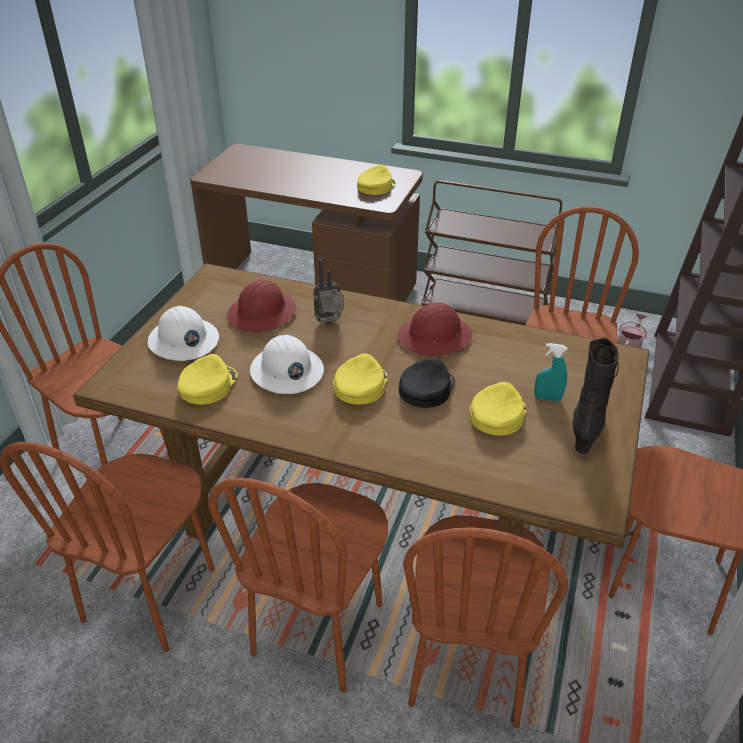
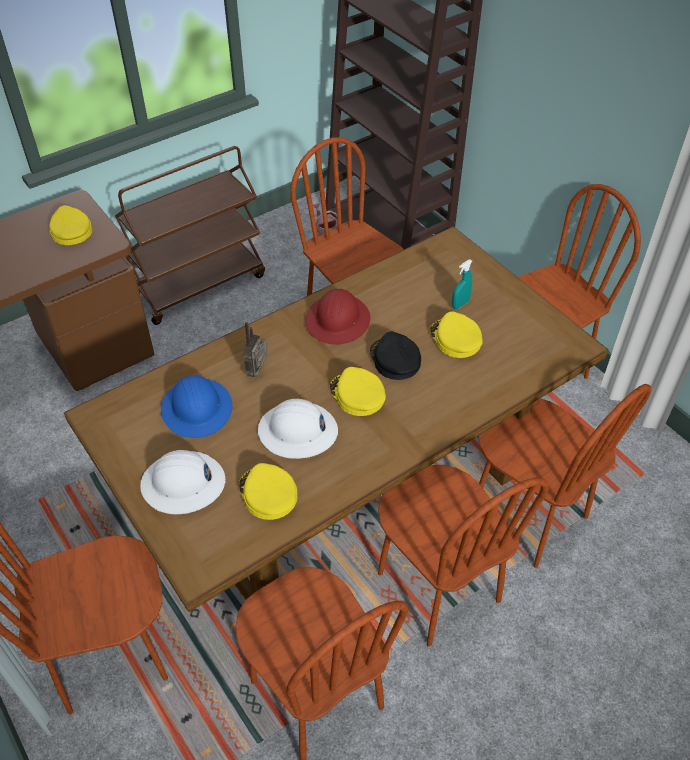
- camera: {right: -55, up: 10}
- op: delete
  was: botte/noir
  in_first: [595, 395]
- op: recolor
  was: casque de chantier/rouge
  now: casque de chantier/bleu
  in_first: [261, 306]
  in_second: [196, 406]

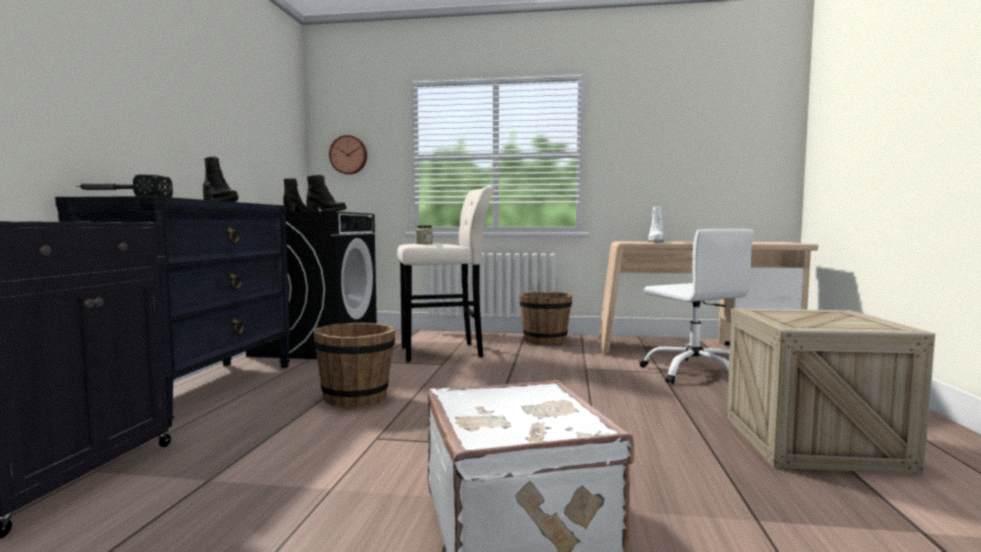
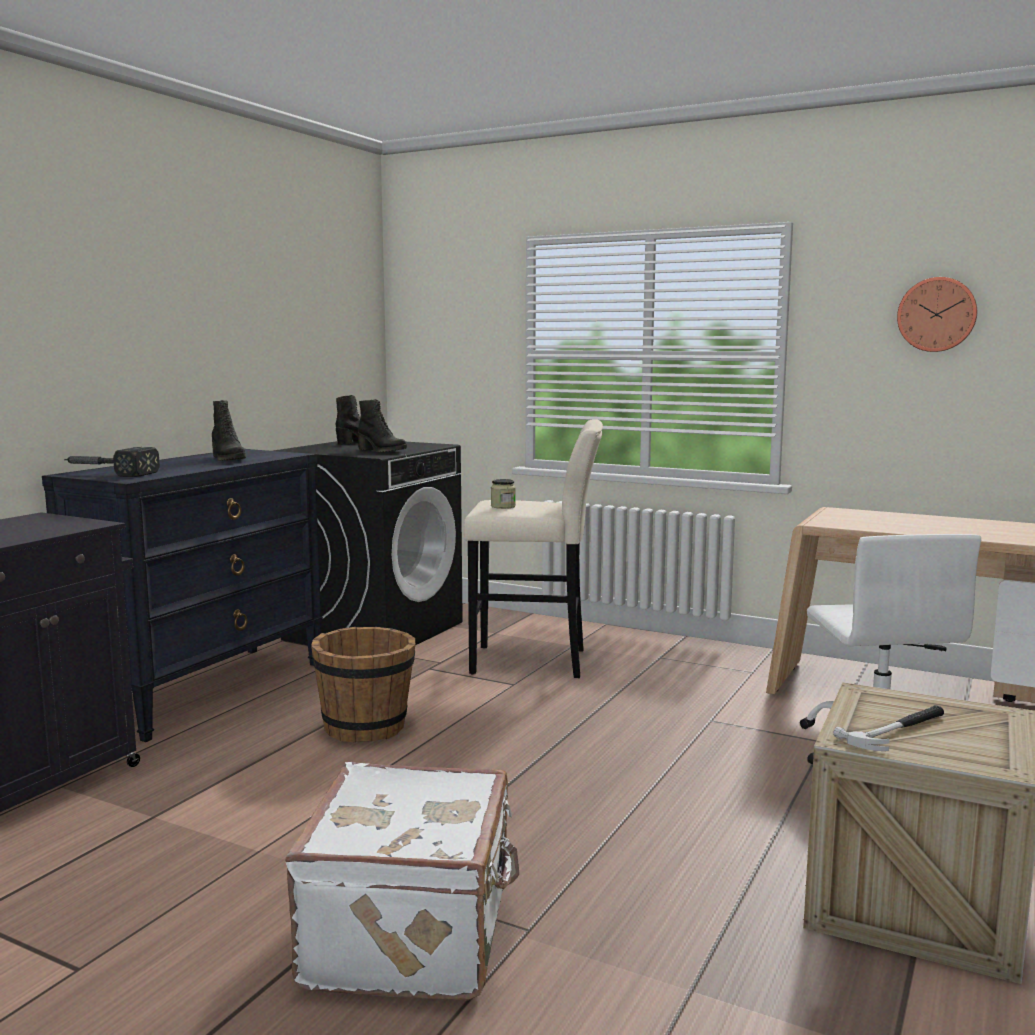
- camera: {right: 20, up: 5}
- op: delete
  was: seau/marron
  in_first: [545, 318]
- op: delete
  was: botte/blanc
  in_first: [656, 224]
- op: insert
  now: marteau
  in_second: [888, 728]
- op: move
  was: horloge murale
  in_first: [348, 155]
  in_second: [937, 314]

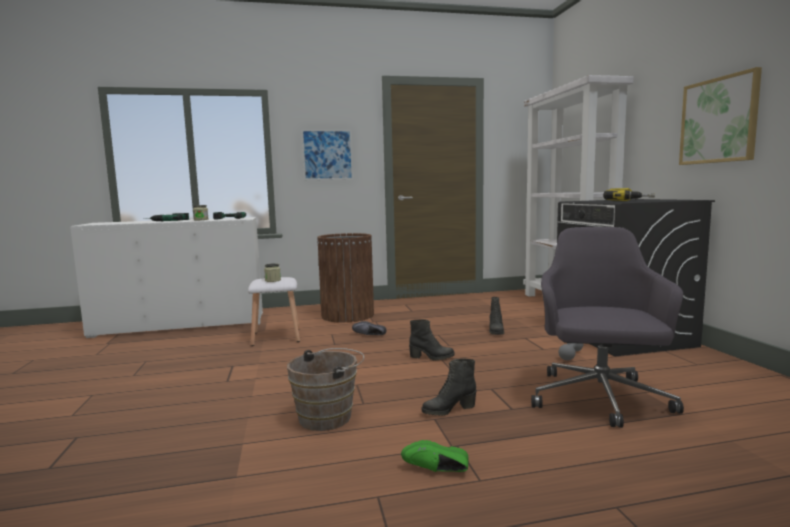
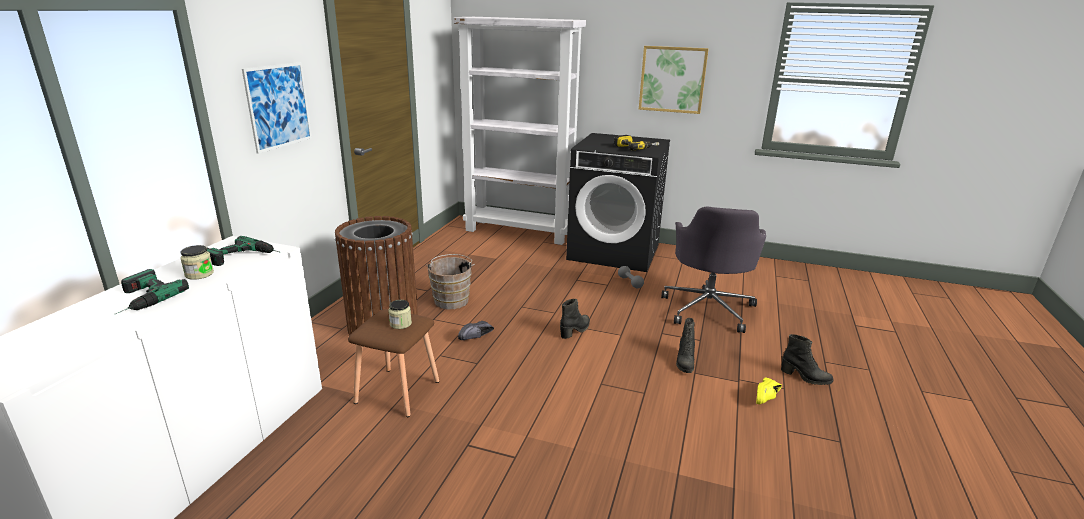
- camera: {right: -60, up: 15}
- op: move
  was: seau/marron
  in_first: [325, 389]
  in_second: [450, 281]
- op: move
  was: botte/noir
  in_first: [496, 316]
  in_second: [807, 359]
- op: recolor
  was: tabouret/blanc
  now: tabouret/marron
  in_first: [274, 311]
  in_second: [393, 363]
- op: recolor
  was: chaussure/vert
  now: chaussure/jaune
  in_first: [435, 456]
  in_second: [769, 390]
- op: rotate
  was: chaise de bureau/gris
  in_first: [607, 327]
  in_second: [713, 269]
  clockwise: -120

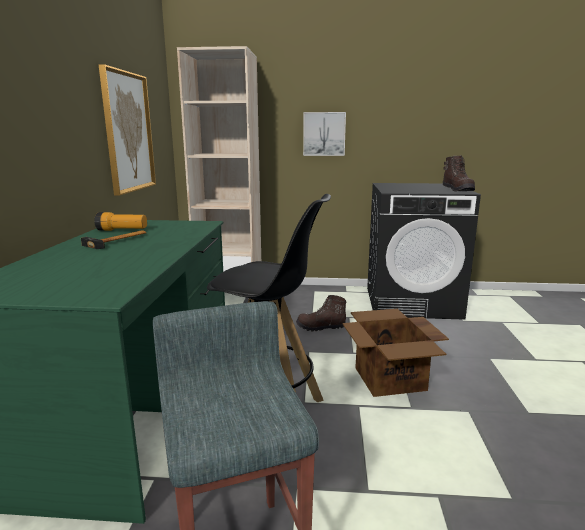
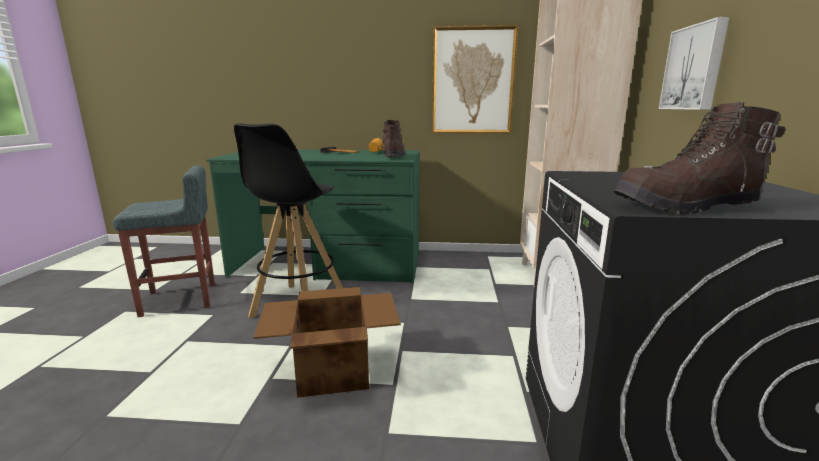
- camera: {right: 90, up: 0}
- op: move
  was: botte/marron
  in_first: [321, 313]
  in_second: [393, 138]

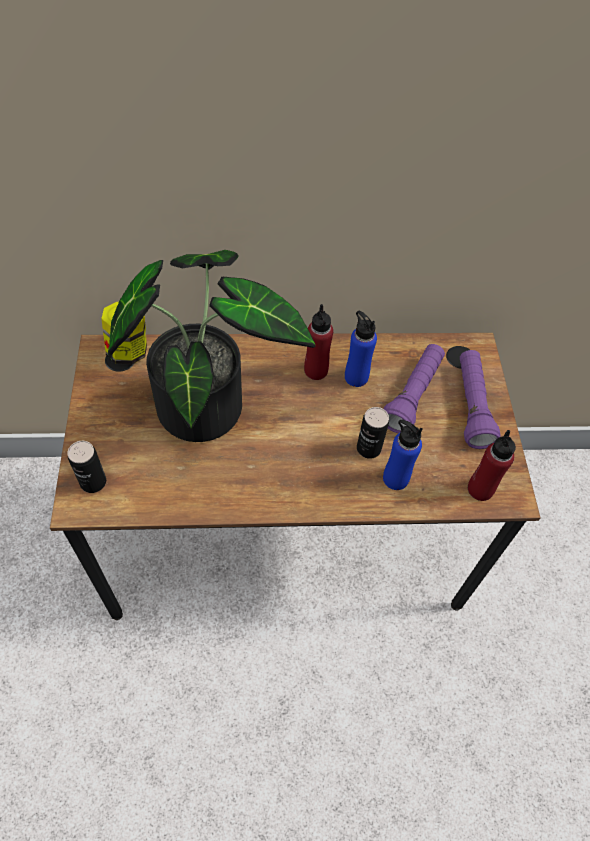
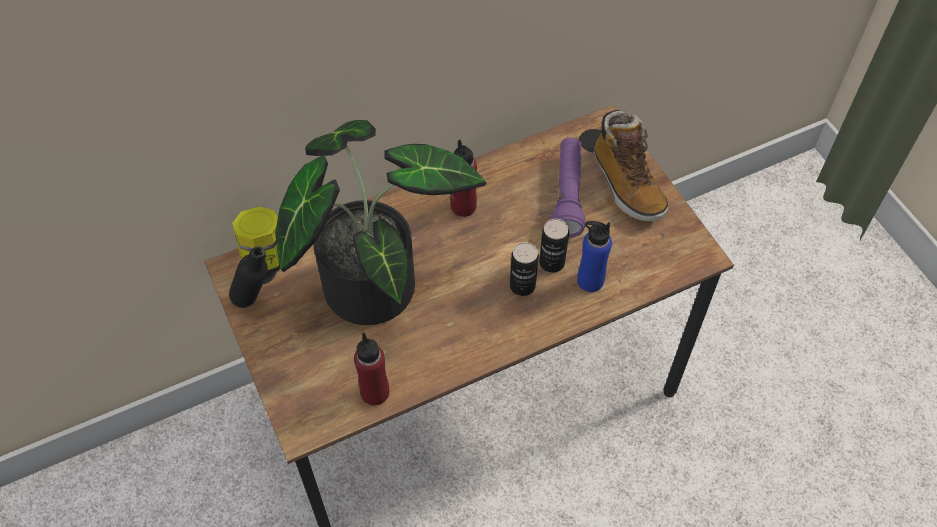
- camera: {right: -20, up: 0}
- op: delete
  was: bouteille/bleu
  in_first: [361, 349]
- op: insert
  now: bouteille/noir
  in_second: [248, 277]
- op: move
  was: boîte métallique
  in_first: [86, 467]
  in_second: [524, 269]
- op: move
  was: bouteille/rouge
  in_first: [492, 465]
  in_second: [371, 369]
- op: replace
  was: lampe de poche/violet
  now: botte
  in_first: [480, 399]
  in_second: [631, 165]

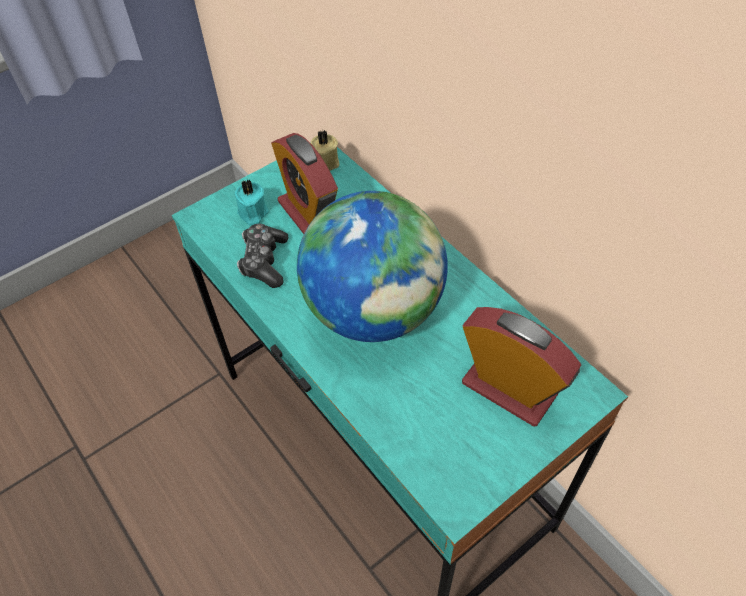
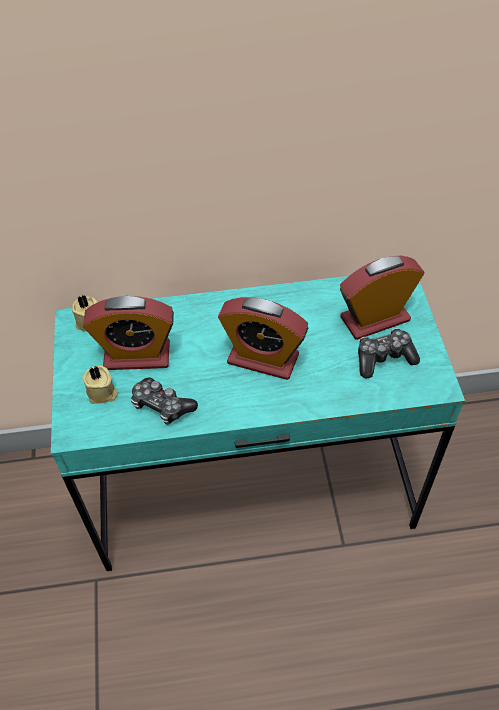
- camera: {right: -60, up: 0}
- op: insert
  now: manette
  in_second: [389, 353]
- op: replace
  was: globe
  now: réveil
  in_first: [372, 266]
  in_second: [263, 338]
- op: recolor
  was: bougie/turquoise
  now: bougie/beige
  in_first: [252, 202]
  in_second: [100, 385]

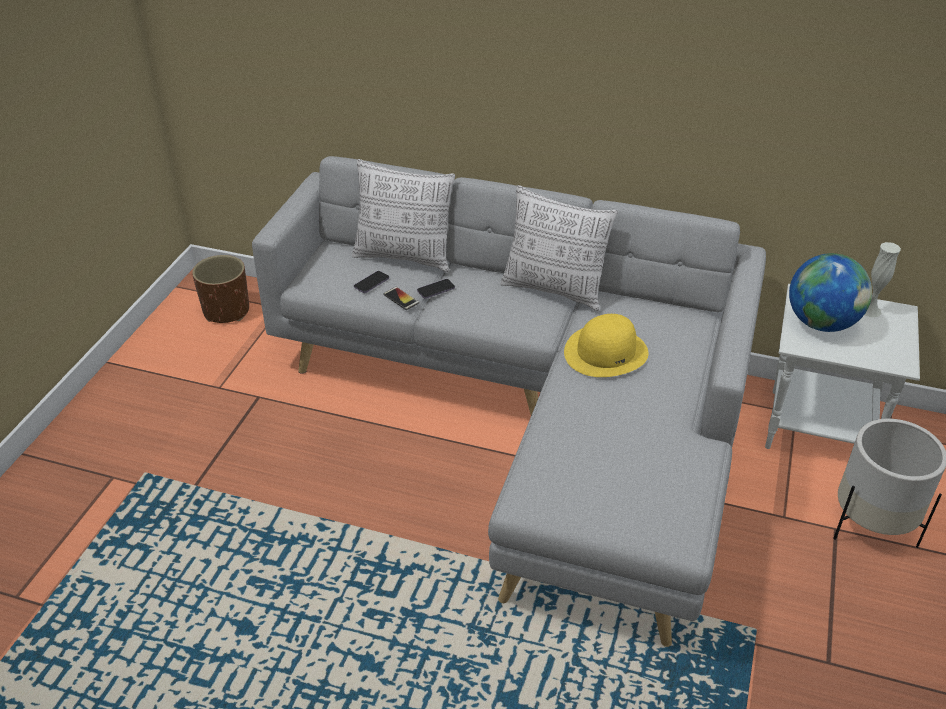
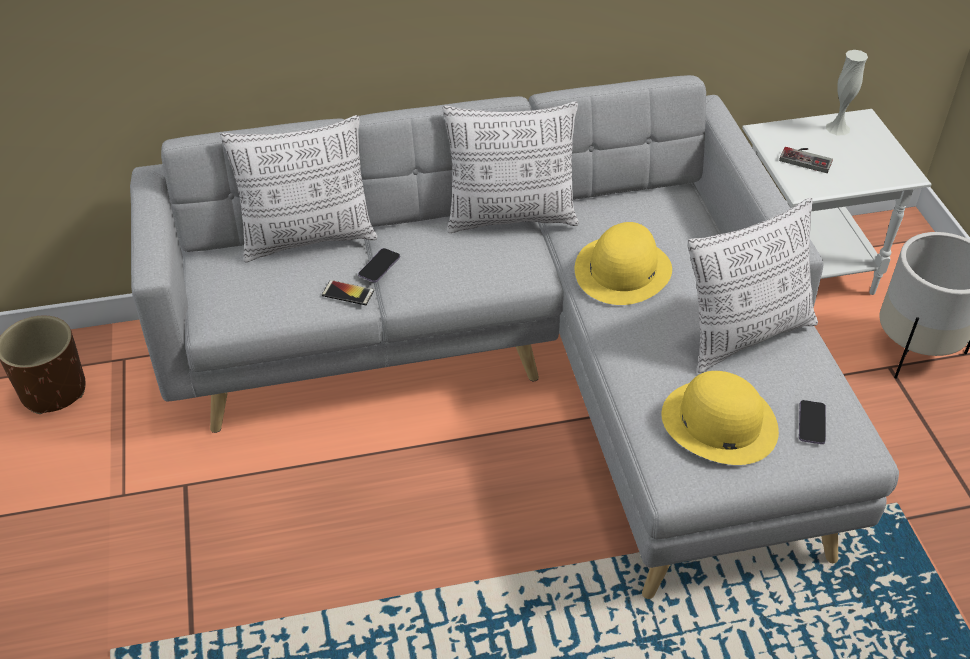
- camera: {right: -30, up: 5}
- op: insert
  now: chapeau/jaune
  in_second: [720, 418]
- op: insert
  now: coussin
  in_second: [752, 285]
- op: move
  was: téléphone
  in_first: [371, 282]
  in_second: [812, 422]
- op: replace
  was: globe
  now: manette
  in_first: [830, 292]
  in_second: [806, 160]

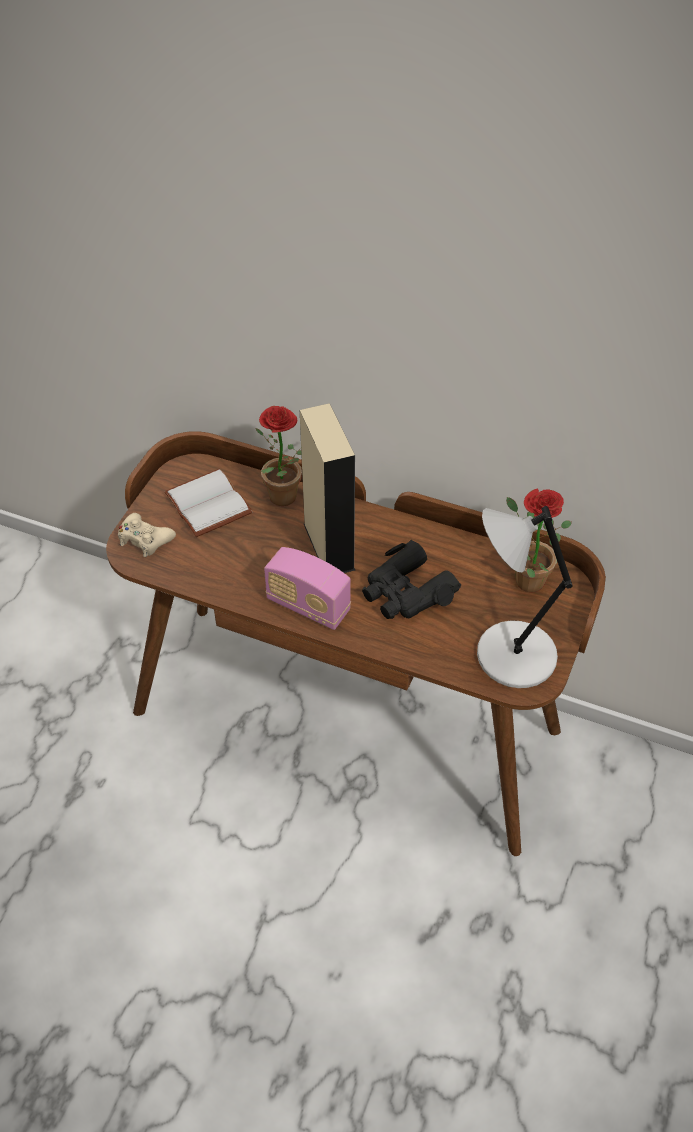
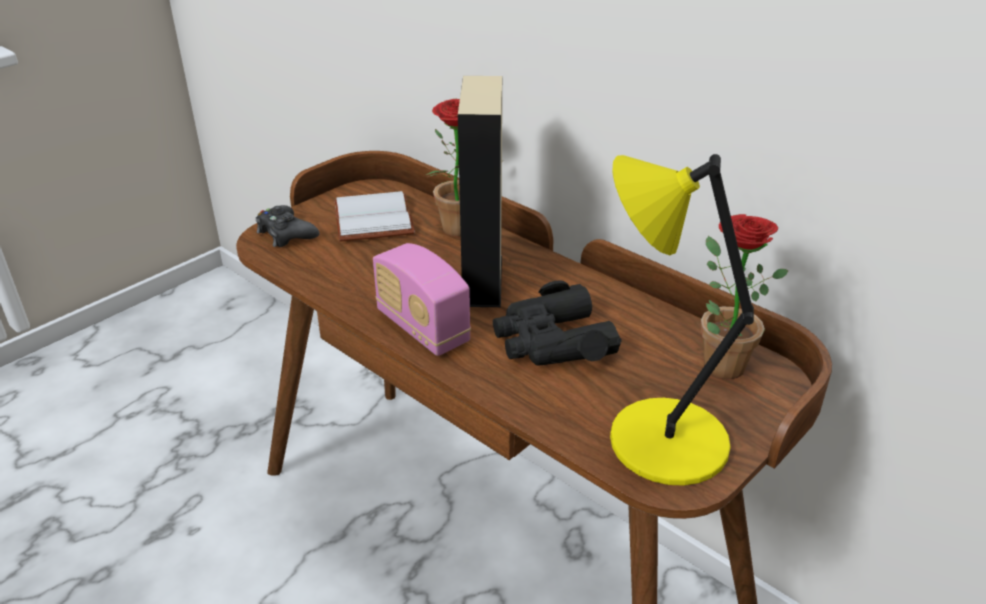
- camera: {right: 20, up: -15}
- op: recolor
  was: manette/beige
  now: manette/noir
  in_first: [147, 535]
  in_second: [287, 226]
- op: recolor
  was: lampe de table/gris
  now: lampe de table/jaune
  in_first: [525, 597]
  in_second: [682, 320]

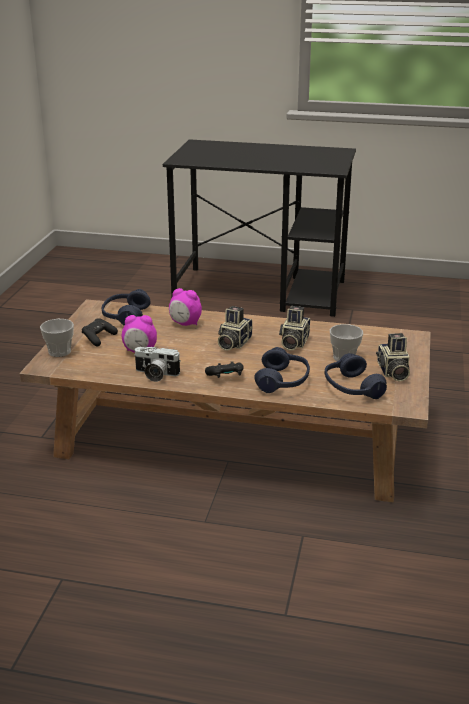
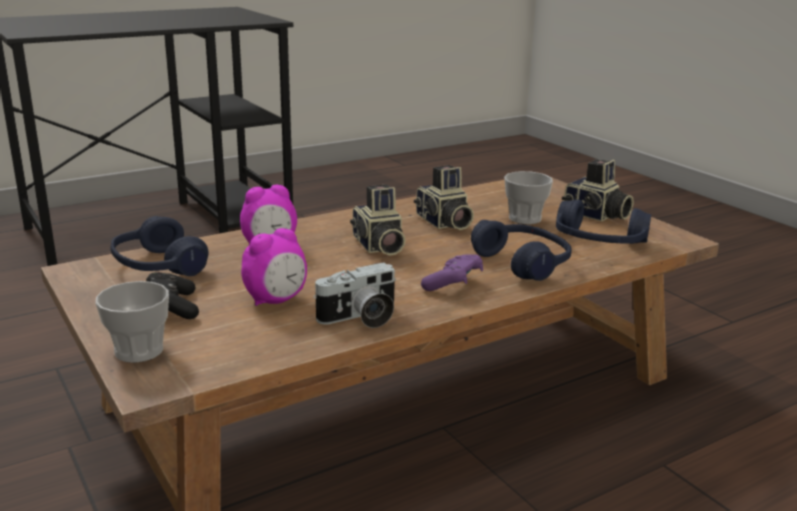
- camera: {right: -45, up: -5}
- op: recolor
  was: manette/noir
  now: manette/violet
  in_first: [224, 369]
  in_second: [452, 272]

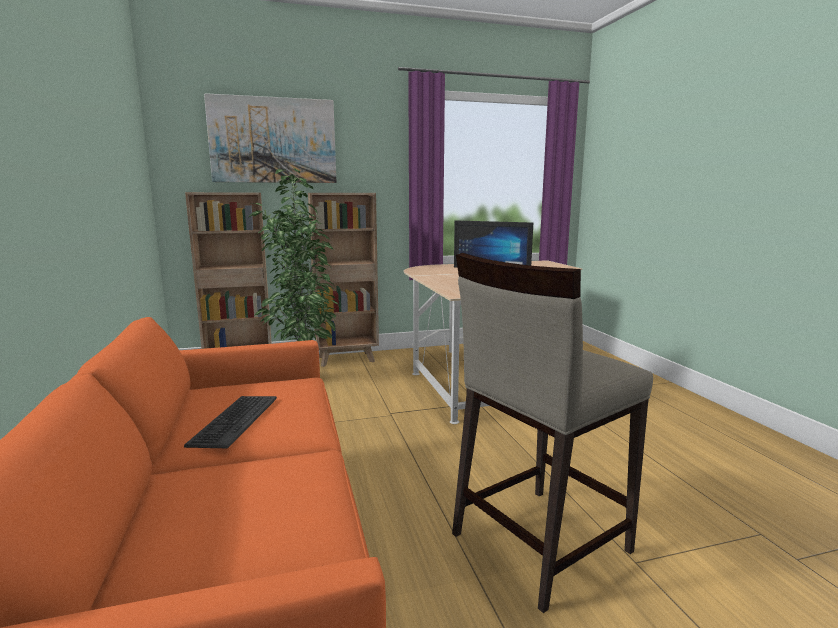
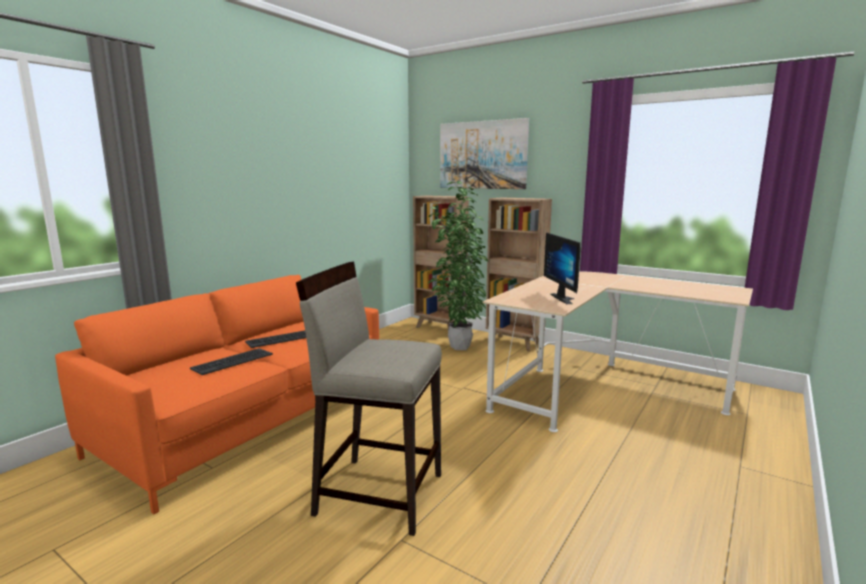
- camera: {right: 50, up: 0}
- op: insert
  now: clavier
  in_second: [231, 361]

